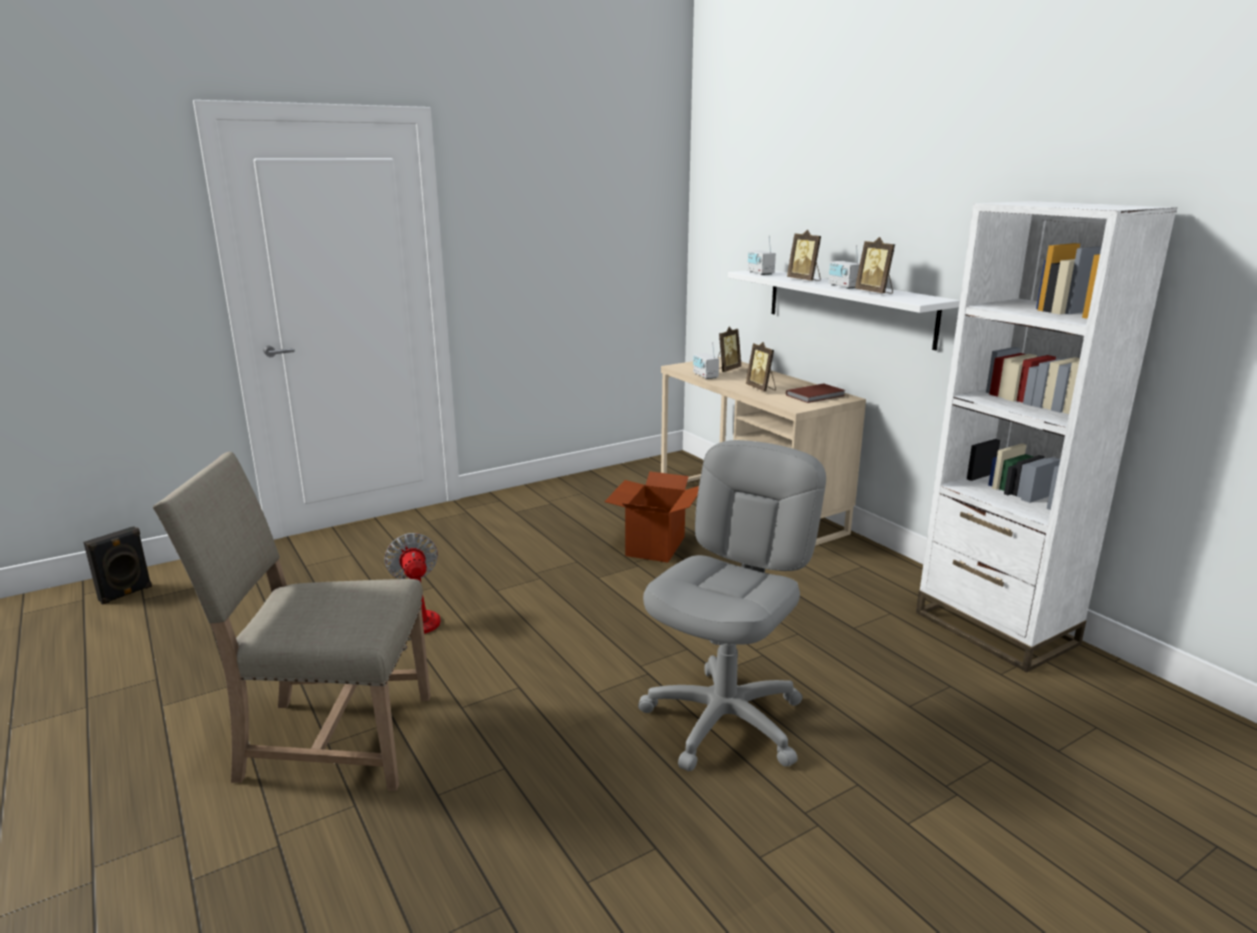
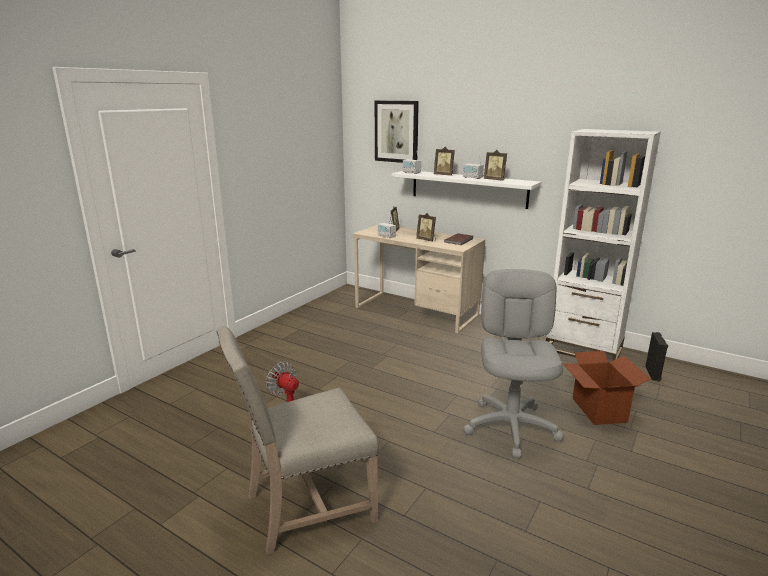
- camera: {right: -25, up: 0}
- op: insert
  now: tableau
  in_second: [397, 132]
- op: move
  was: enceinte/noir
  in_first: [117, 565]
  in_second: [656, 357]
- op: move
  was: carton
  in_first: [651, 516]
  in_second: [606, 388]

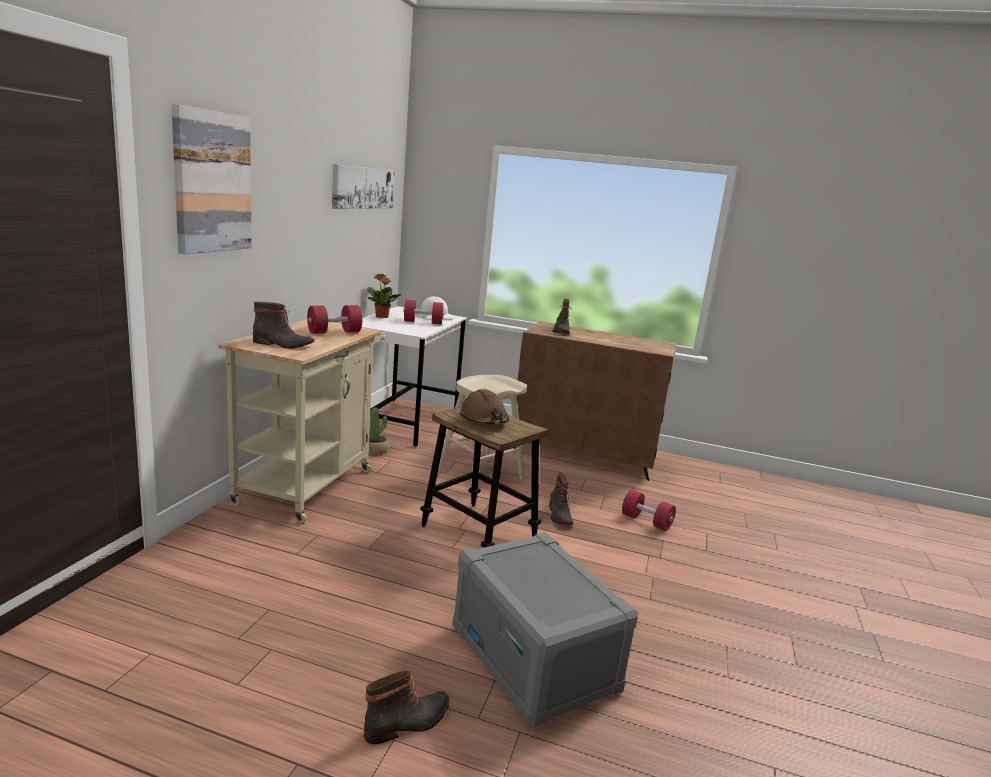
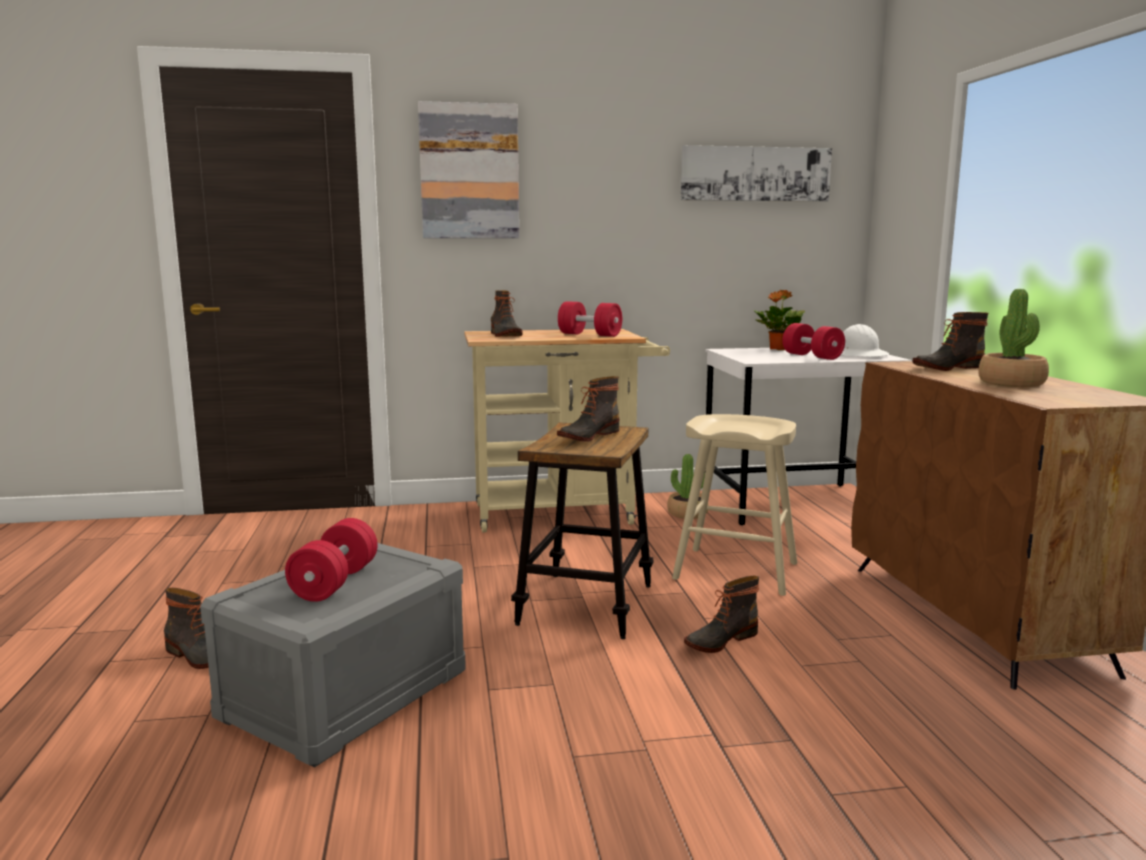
- camera: {right: 65, up: -5}
- op: insert
  now: plante en pot
  in_second: [1013, 338]
- op: move
  was: haltère/rouge
  in_first: [649, 510]
  in_second: [331, 560]
- op: replace
  was: casque de chantier/marron
  now: botte
  in_first: [484, 406]
  in_second: [588, 409]

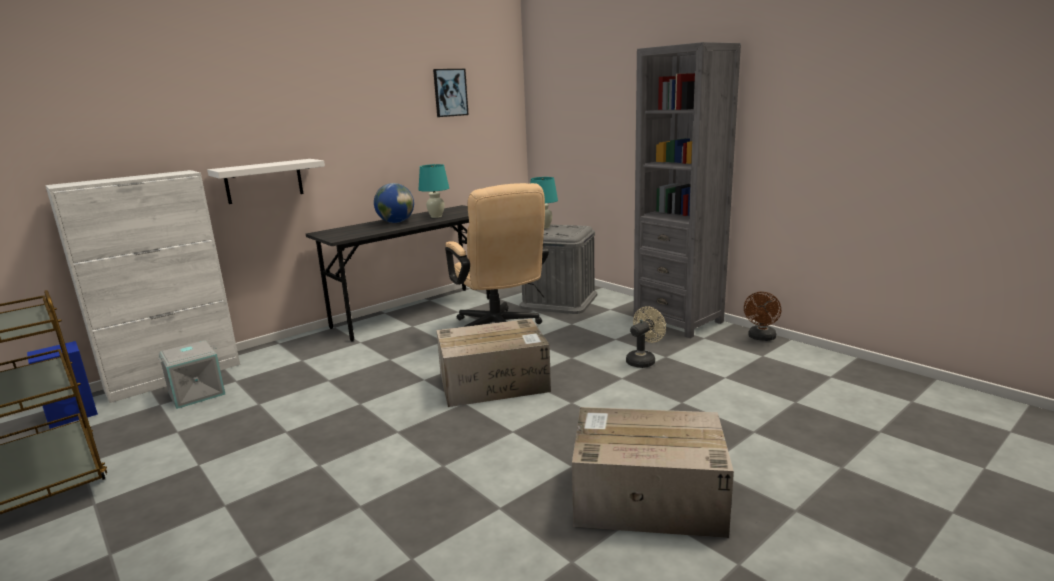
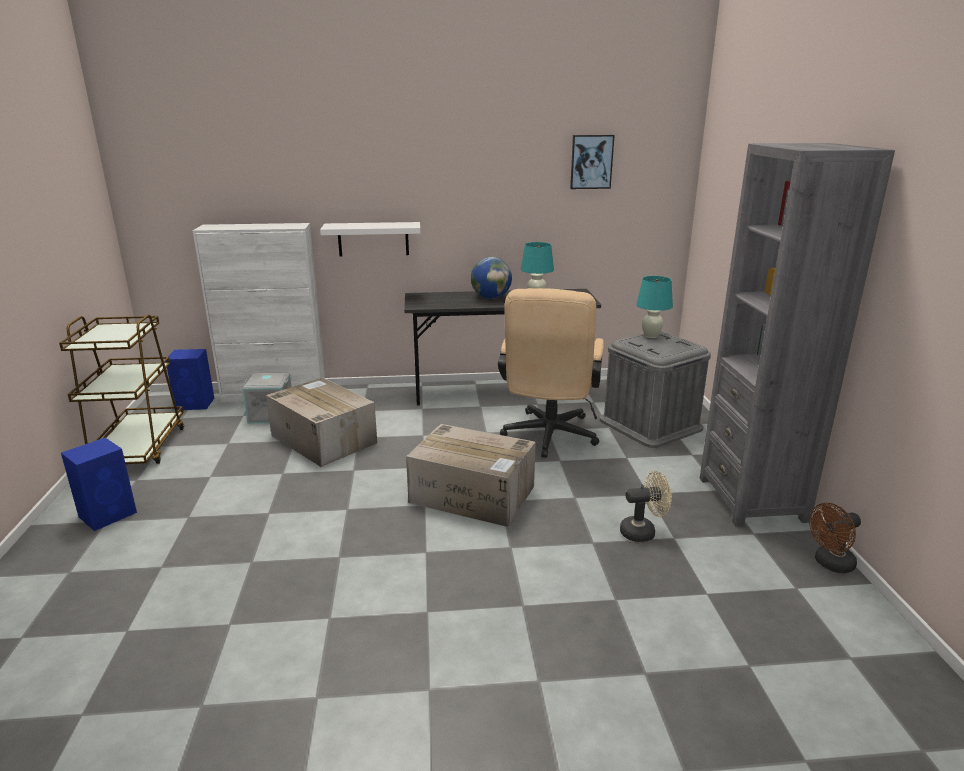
- camera: {right: 35, up: 5}
- op: insert
  now: enceinte/bleu
  in_second: [99, 484]
- op: move
  was: carton
  in_first: [653, 472]
  in_second: [321, 422]

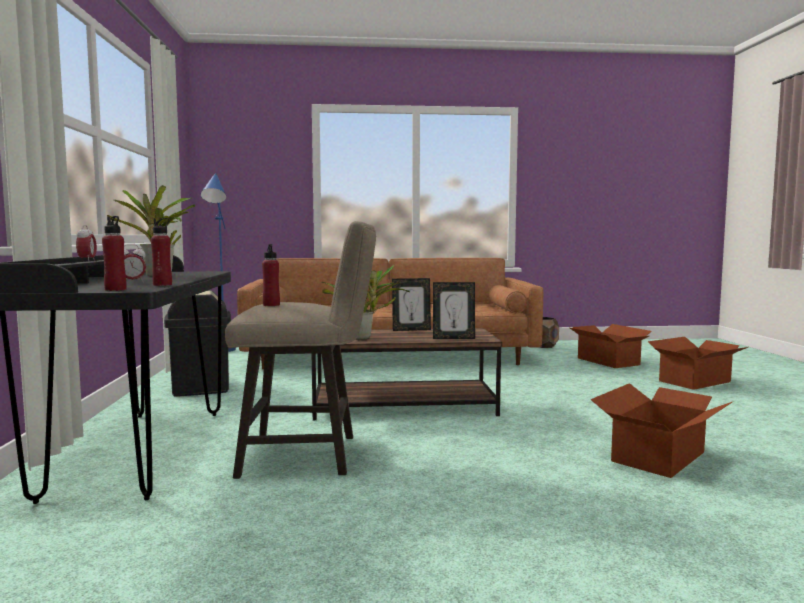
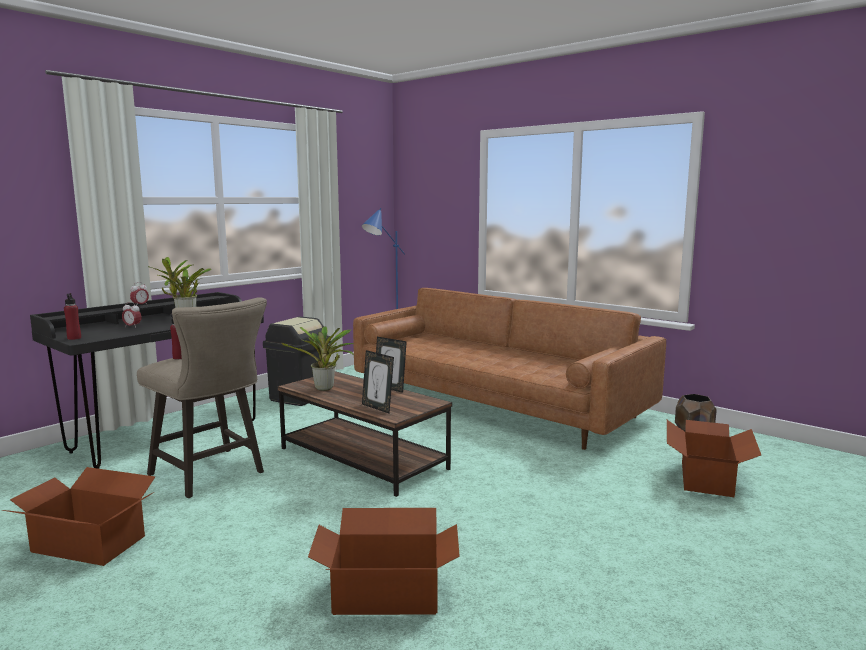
- camera: {right: 45, up: 5}
- op: delete
  was: bouteille/rouge
  in_first: [161, 252]
- op: move
  was: carton
  in_first: [698, 363]
  in_second: [78, 516]

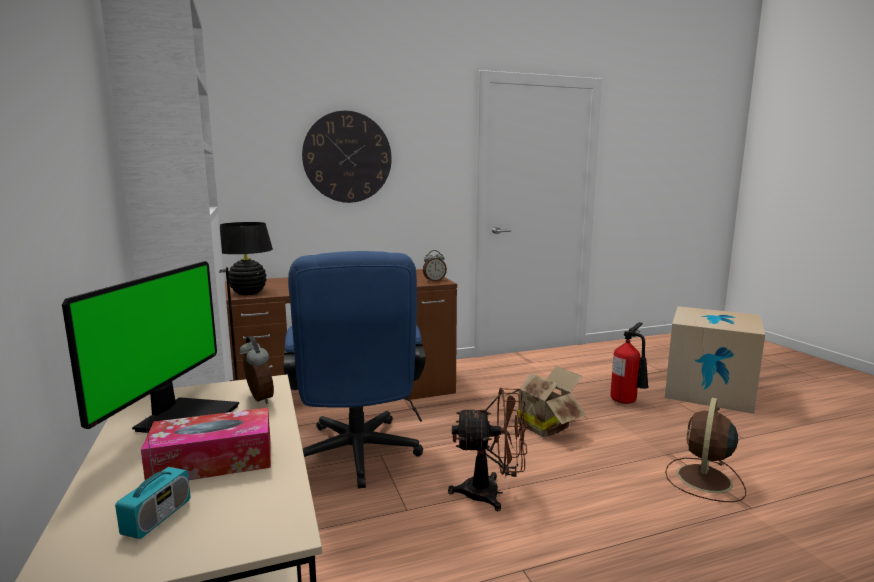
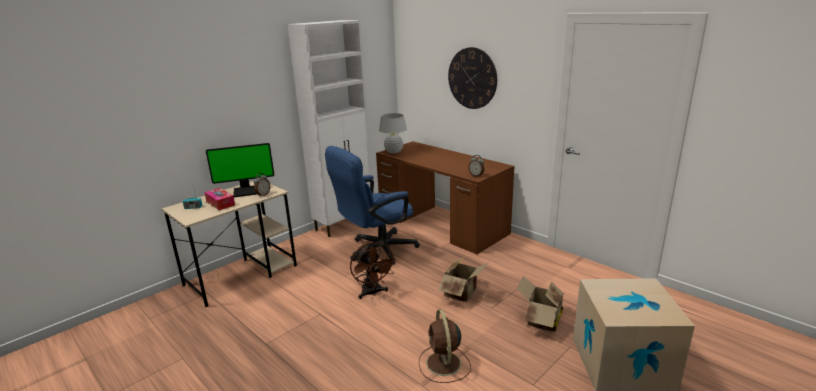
- camera: {right: 65, up: 10}
- op: replace
  was: extincteur
  now: carton
  in_first: [629, 363]
  in_second: [540, 304]
- op: recolor
  was: lampe de table/noir
  now: lampe de table/blanc
  in_first: [246, 258]
  in_second: [393, 133]
- op: rotate
  was: ventilateur/marron
  in_first: [705, 450]
  in_second: [445, 346]
  clockwise: -105

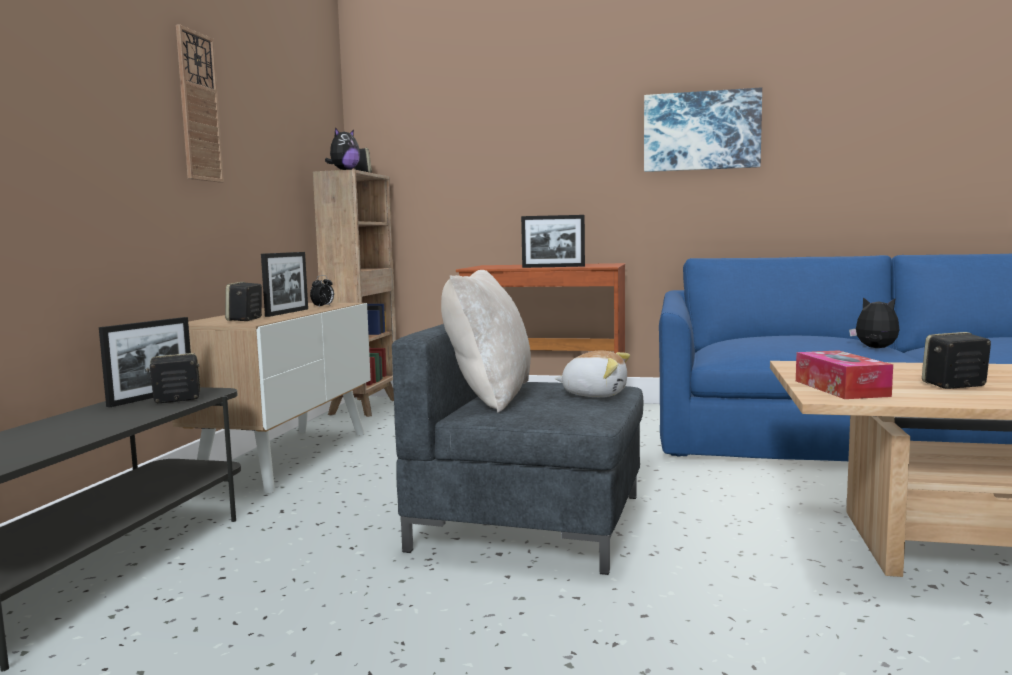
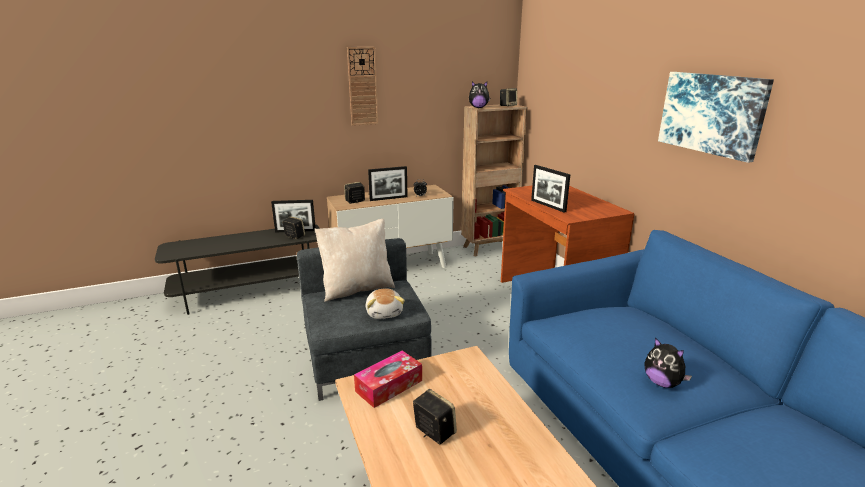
- camera: {right: 55, up: 15}
- op: rotate
  was: peluche
  in_first: [874, 322]
  in_second: [668, 362]
  clockwise: 135

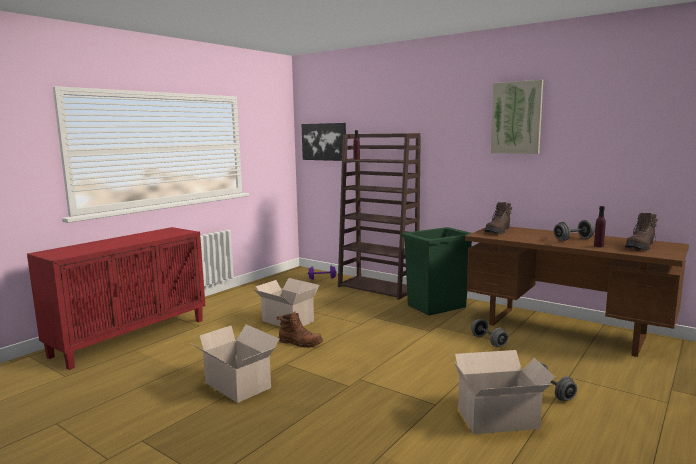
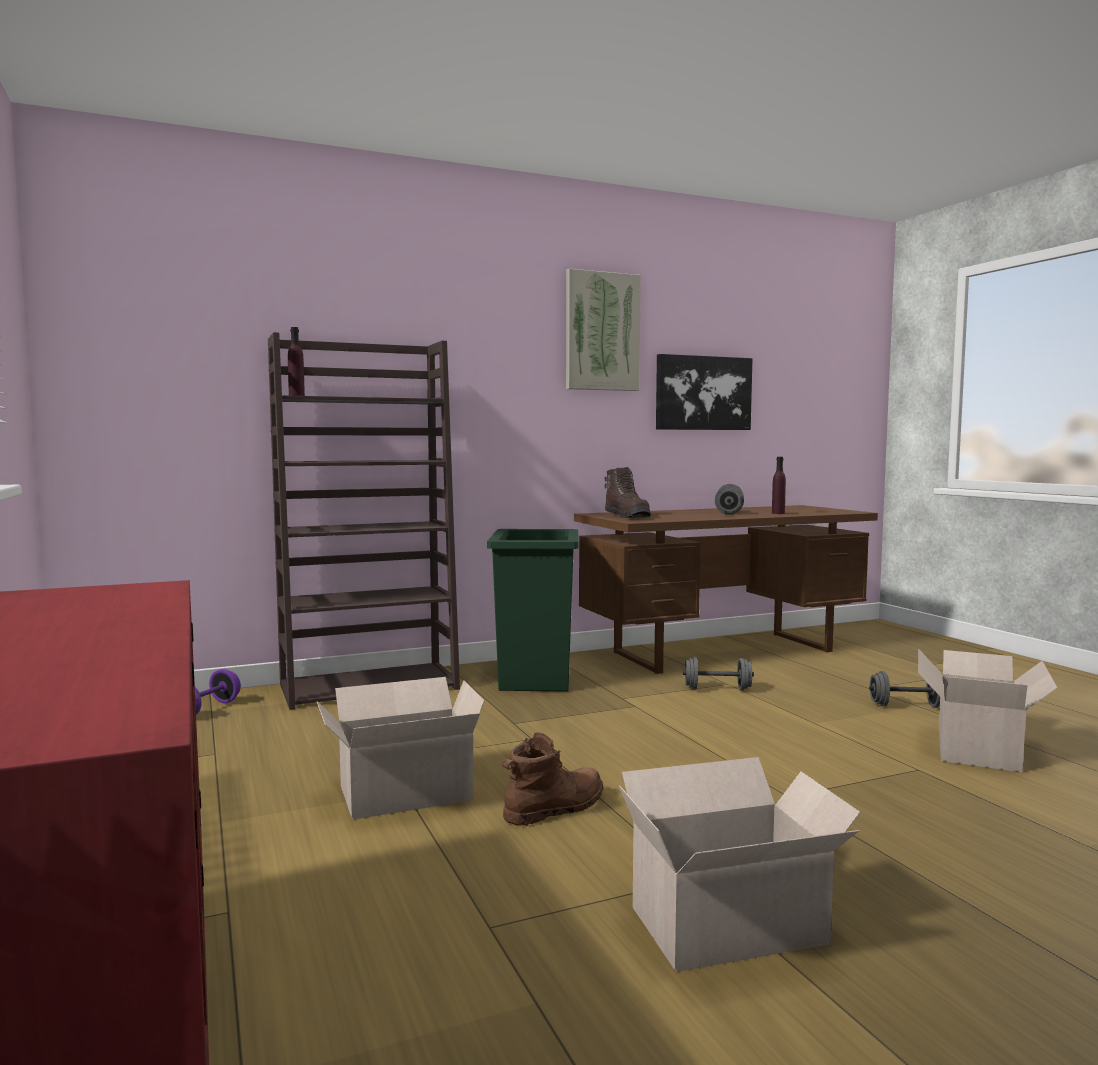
- camera: {right: -60, up: -5}
- op: delete
  was: botte/marron
  in_first: [641, 231]
- op: move
  was: tableau
  in_first: [324, 142]
  in_second: [704, 392]

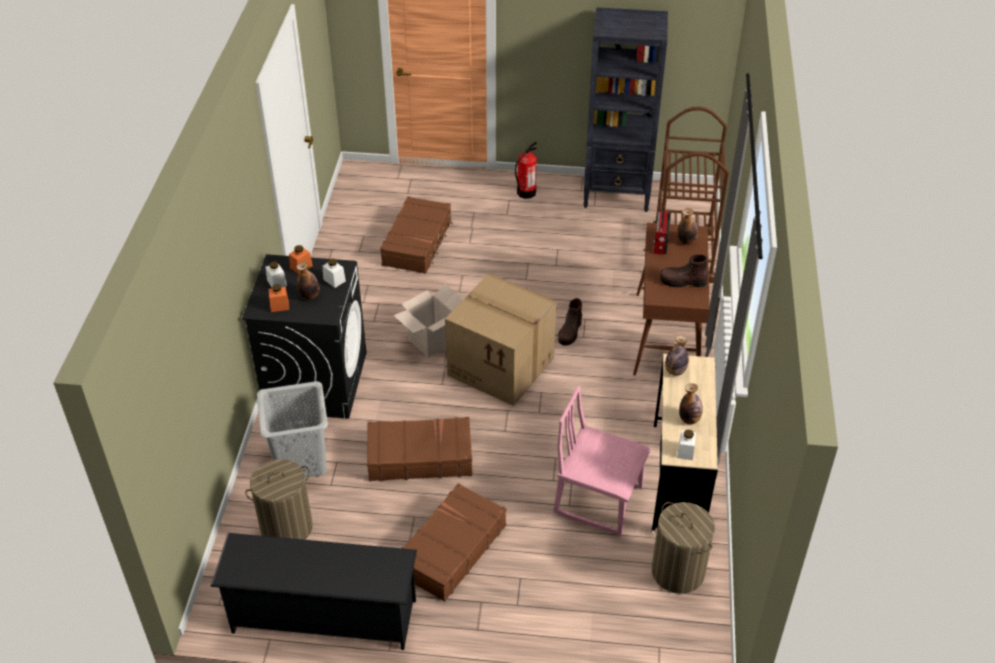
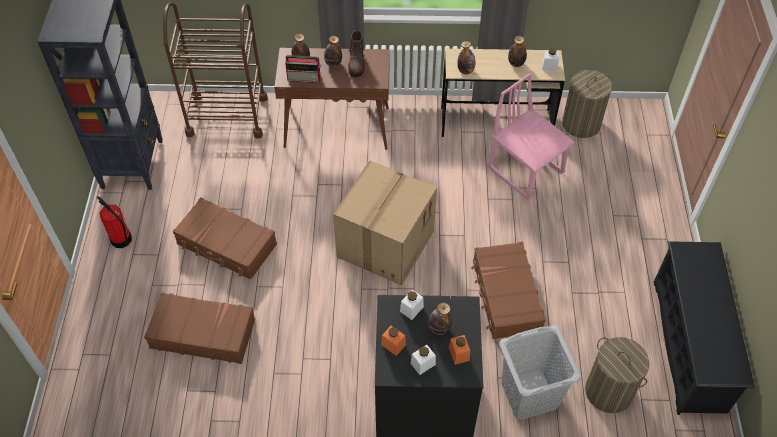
- camera: {right: -95, up: 10}
- op: delete
  was: carton
  in_first: [428, 321]
- op: delete
  was: botte/marron
  in_first: [570, 321]
- op: insert
  now: bouteille
  in_second: [333, 51]
- op: move
  was: valise/marron
  in_first: [454, 542]
  in_second: [225, 238]
- op: rotate
  was: chaise/rose
  in_first: [602, 461]
  in_second: [530, 136]
  clockwise: 120

